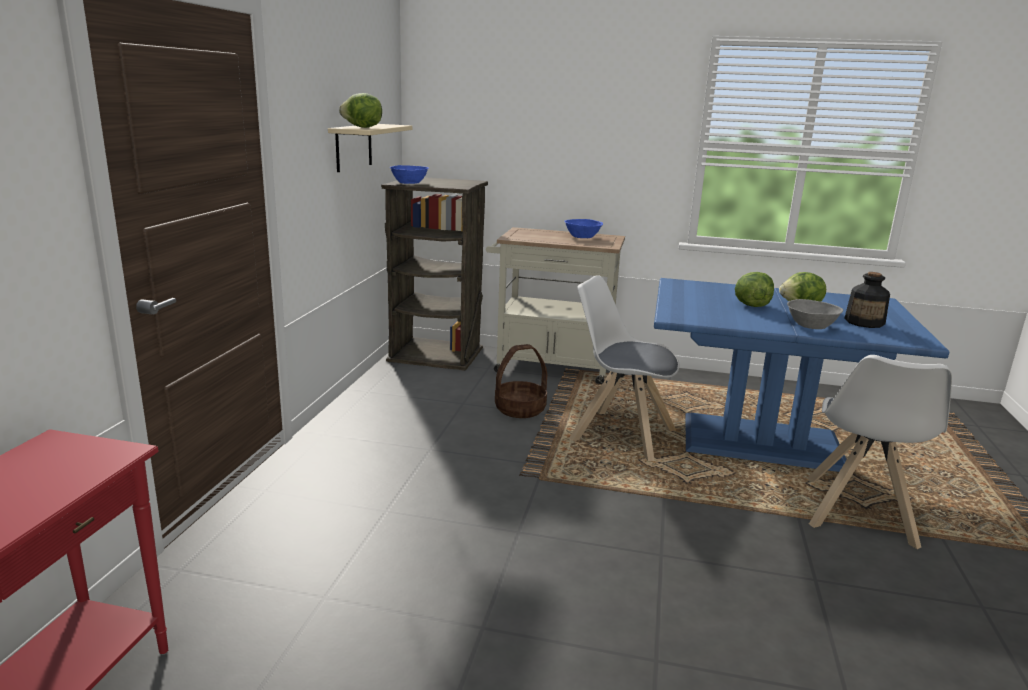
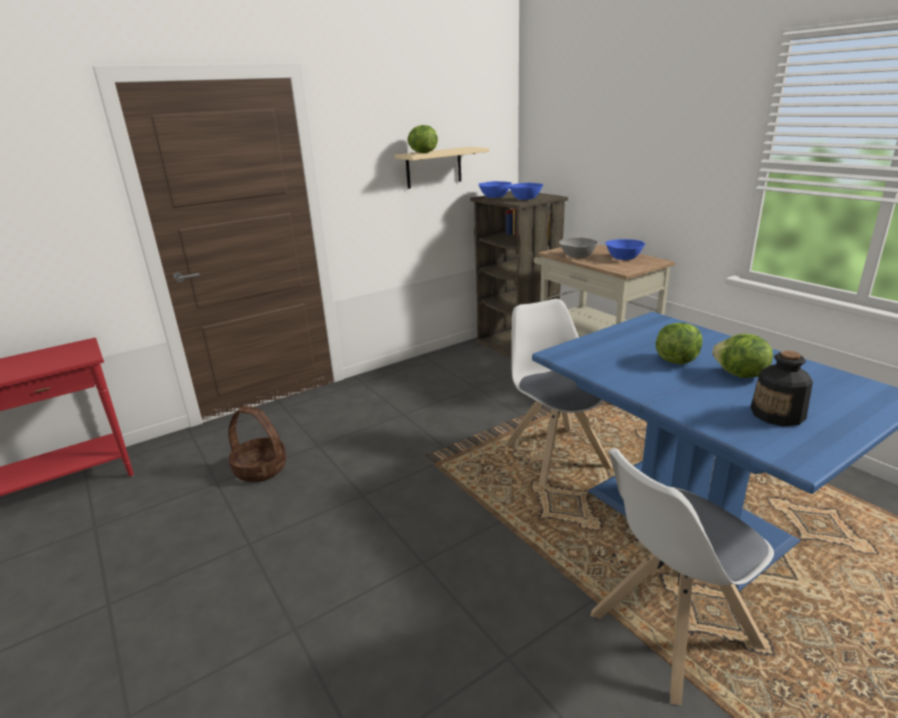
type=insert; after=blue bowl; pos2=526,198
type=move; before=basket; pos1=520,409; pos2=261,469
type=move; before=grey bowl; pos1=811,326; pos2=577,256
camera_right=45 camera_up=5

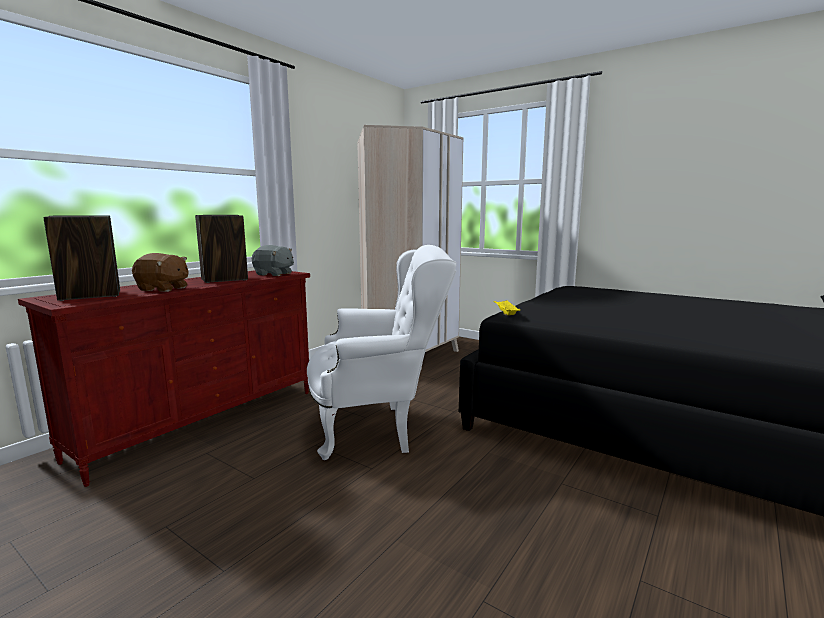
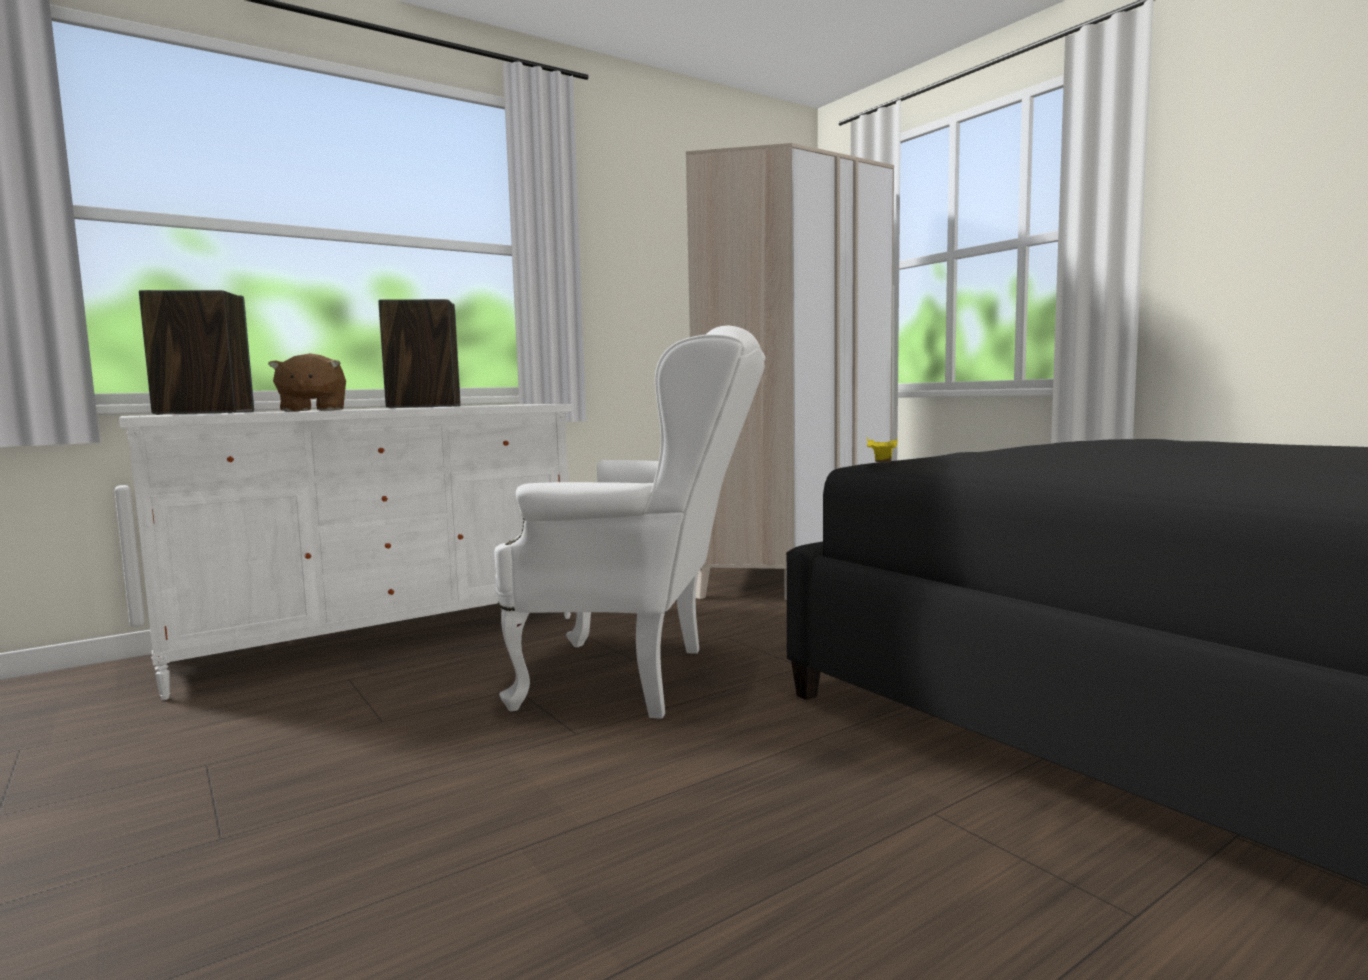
type=delete; before=grey plush toy; pos1=274,274
type=recolor; before=red dresser; after=white dresser; pos1=203,423; pos2=382,641
type=rotate; before=brown plush toy; pos1=163,289; pos2=312,410; turn=45
camera_right=20 camera_up=-5

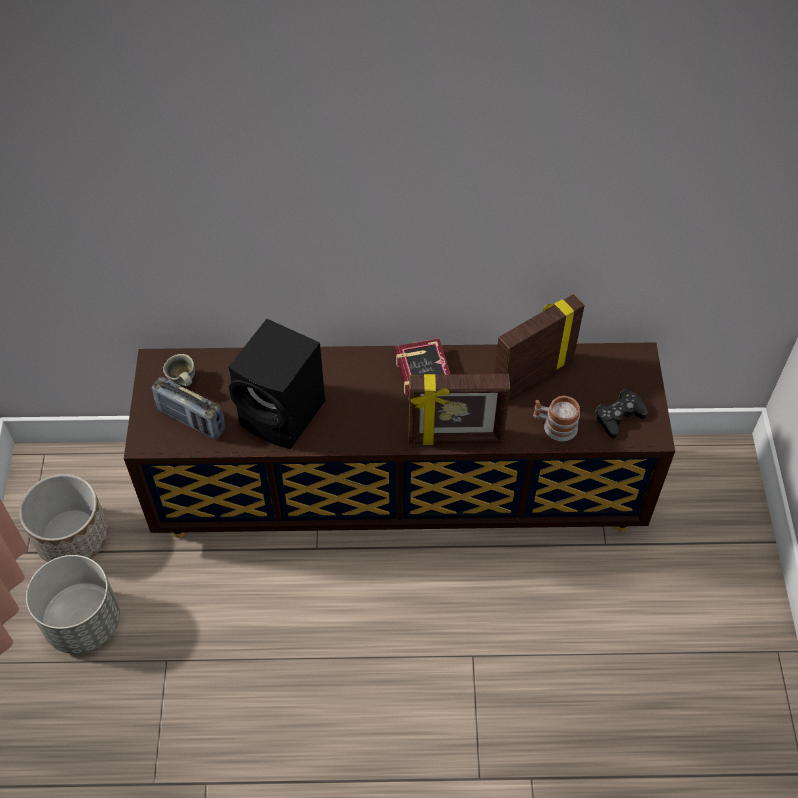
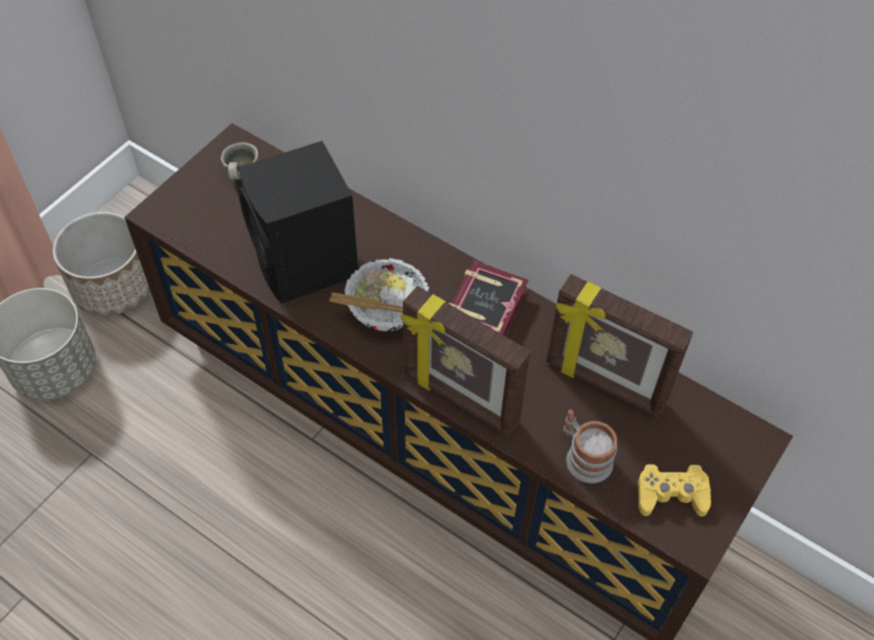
type=delete; before=radio; pos1=191,420
type=insert; after=bowl; pos2=387,312
type=recolor; before=black game controller; after=yellow game controller; pos1=619,417; pos2=671,494
type=rotate; before=picture frame; pos1=531,376; pos2=604,384; turn=-150
camera_right=35 camera_up=0

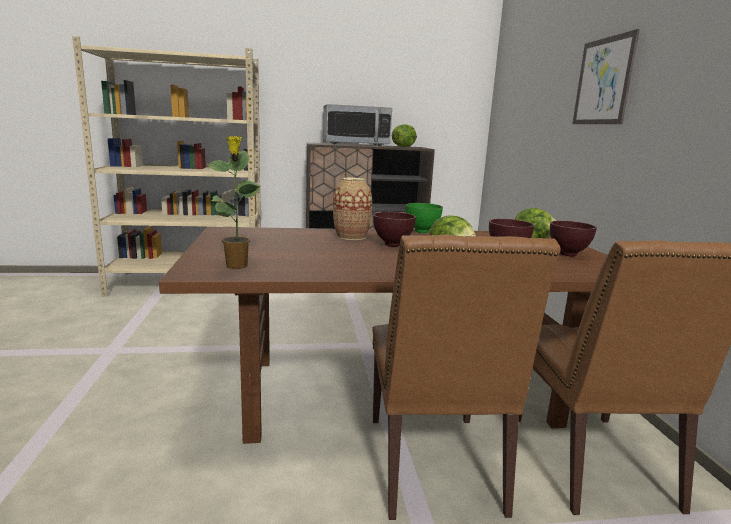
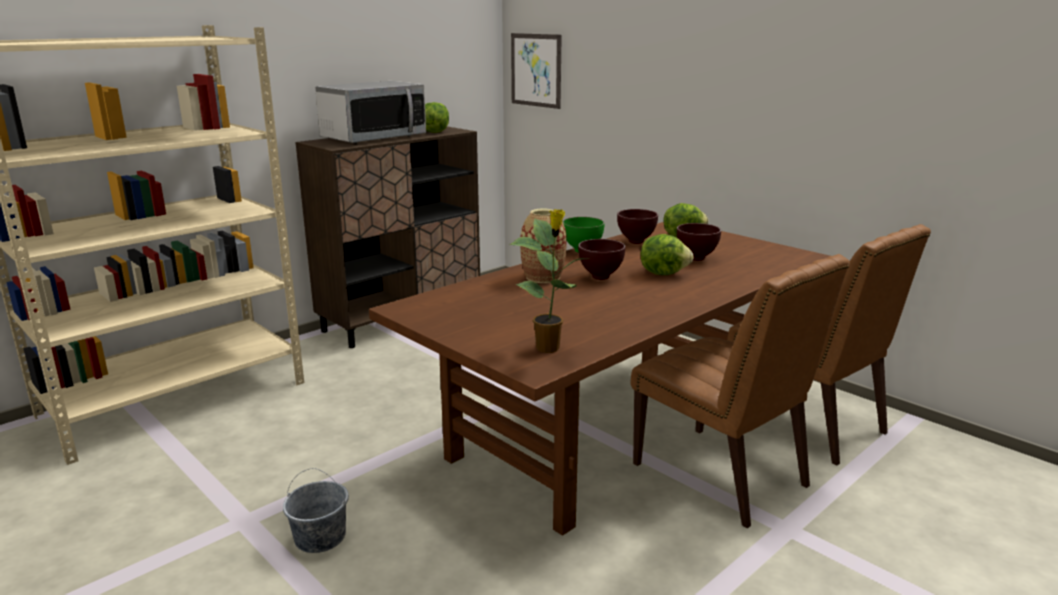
type=insert; after=grey bucket; pos2=319,537
type=move; before=brown bowl; pos1=567,254; pos2=635,242
type=move; before=picture; pos1=603,81; pos2=536,70
camera_right=-35 camera_up=5

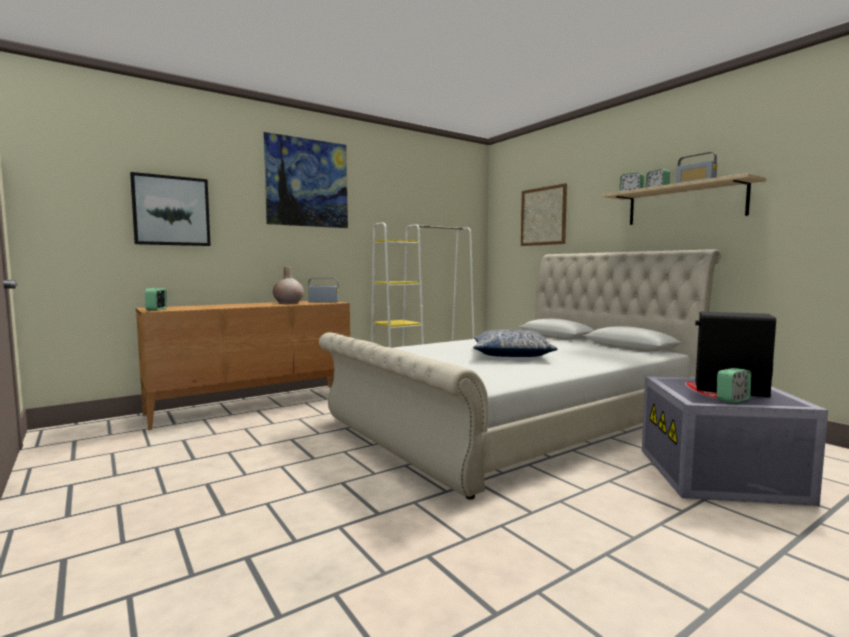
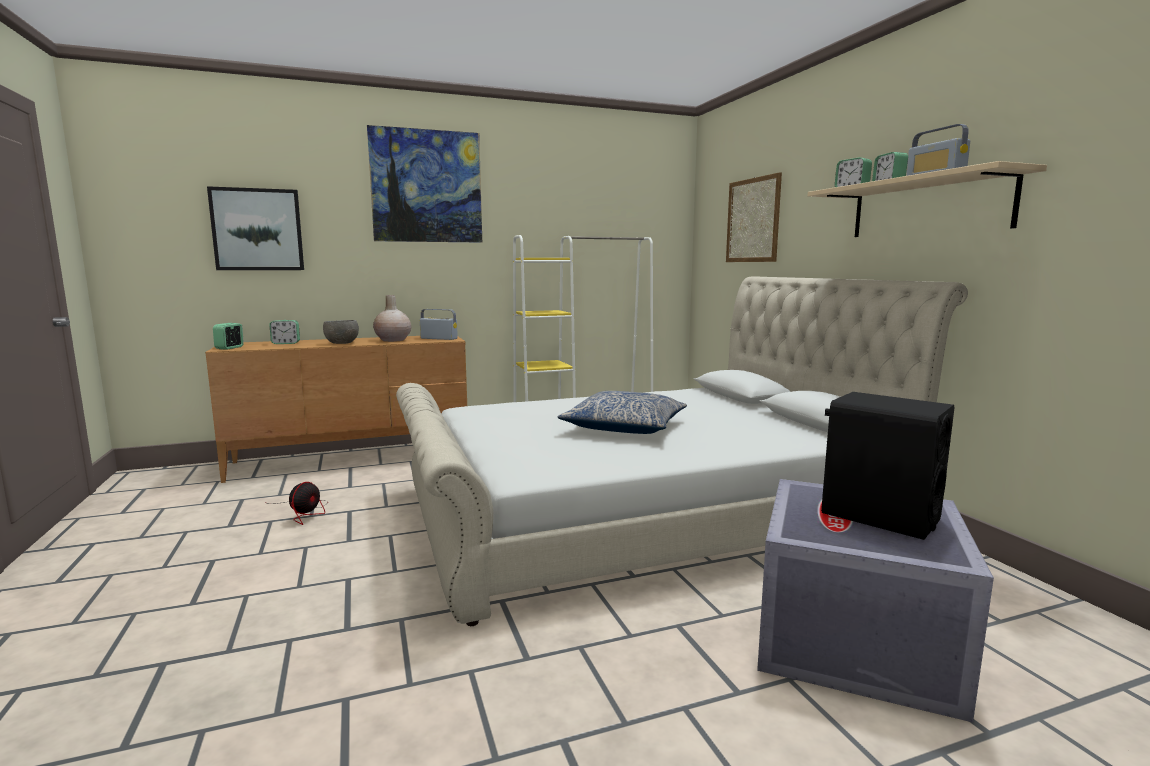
type=insert; after=fan; pos2=305,513
type=insert; after=grey bowl; pos2=342,343
type=move; before=alarm clock; pos1=732,400; pos2=286,343
camera_right=15 camera_up=5

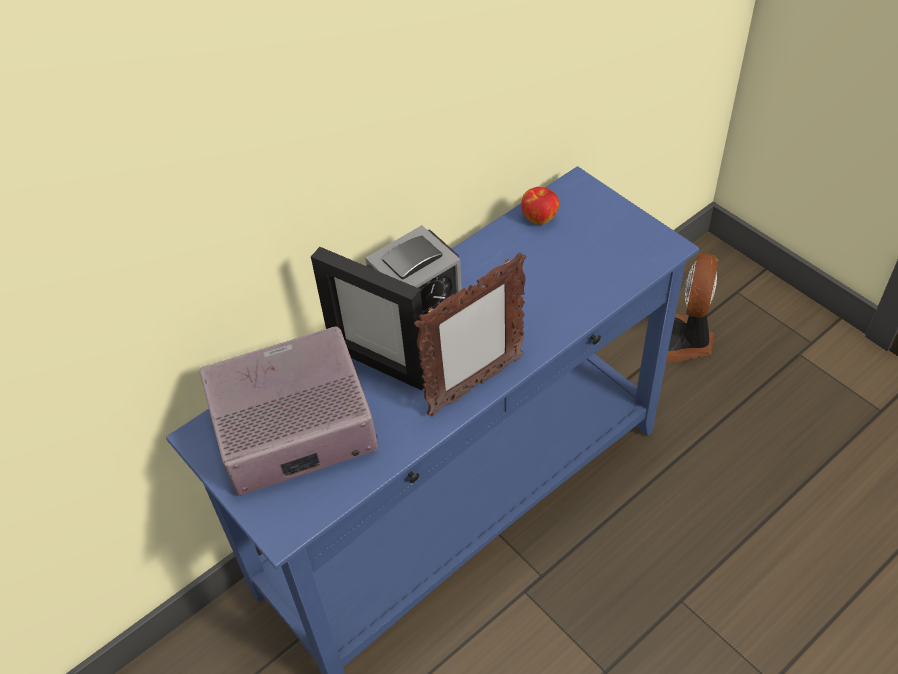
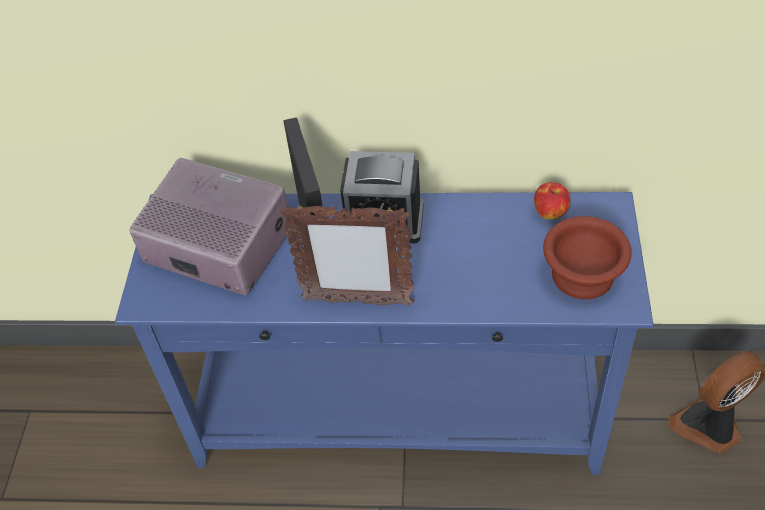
type=insert; after=brown bowl; pos2=584,277
camera_right=45 camera_up=0

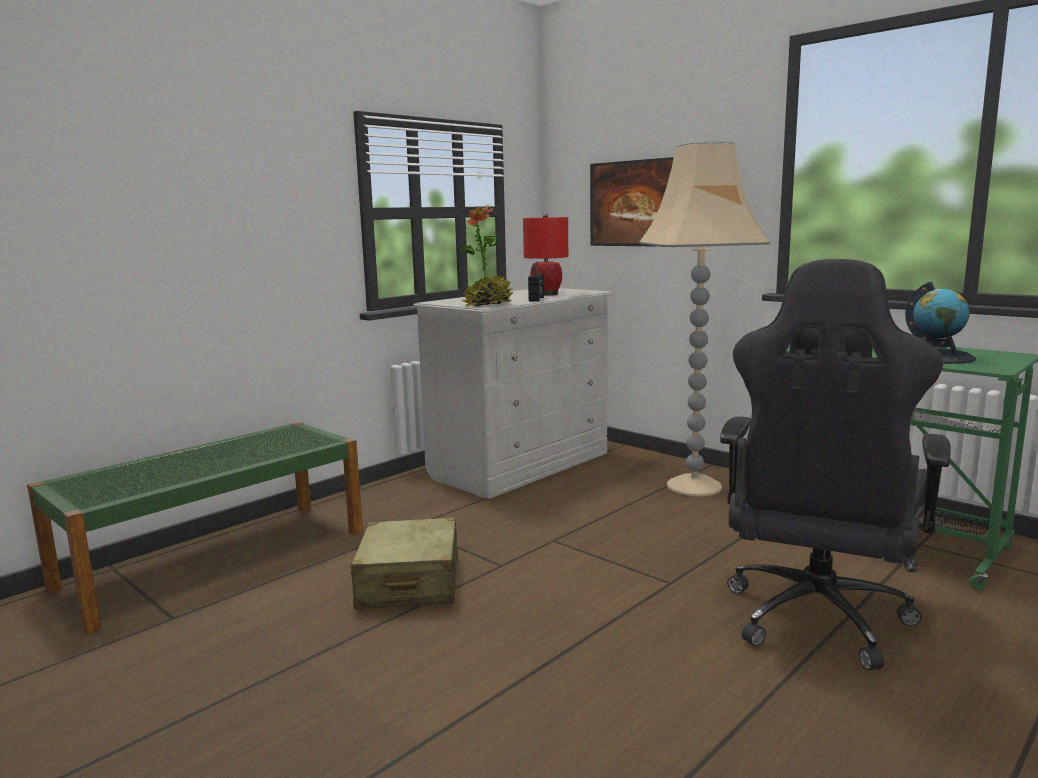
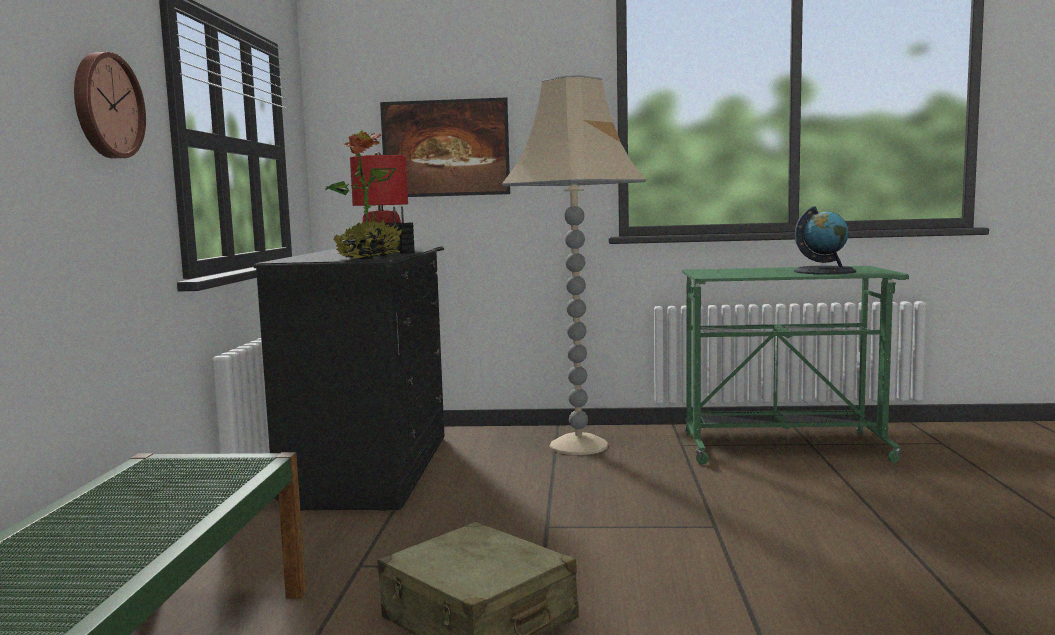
type=delete; before=black office chair; pos1=816,612
type=insert; after=wall clock; pos2=105,106
type=recolor; before=white dresser; after=black dresser; pos1=522,466; pos2=373,469
camera_right=-40 camera_up=-5

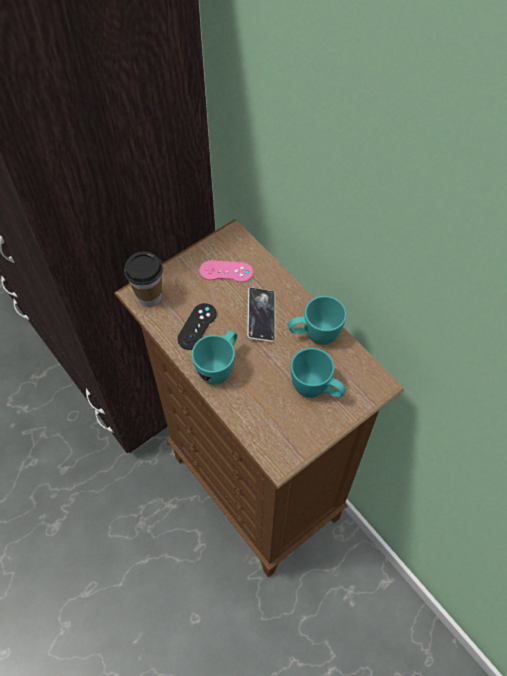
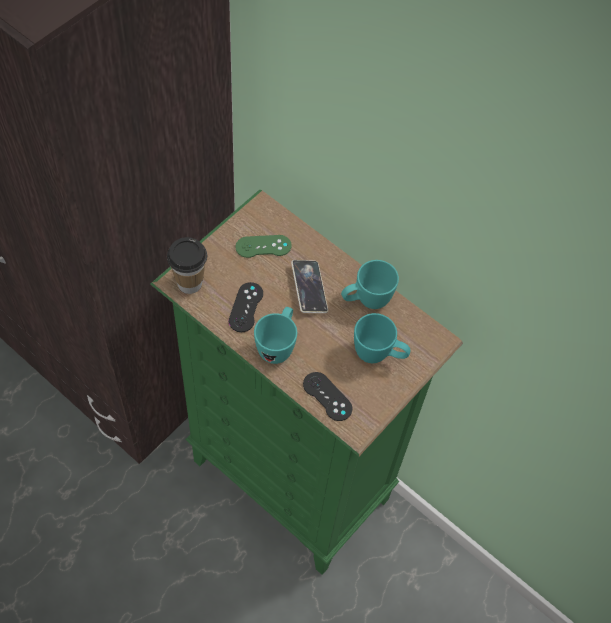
type=insert; after=black game controller; pos2=327,396
type=recolor; before=brown dresser; after=green dresser; pos1=255,492; pos2=291,485
type=recolor; before=pink game controller; after=green game controller; pos1=226,271; pos2=263,246
camera_right=-15 camera_up=0

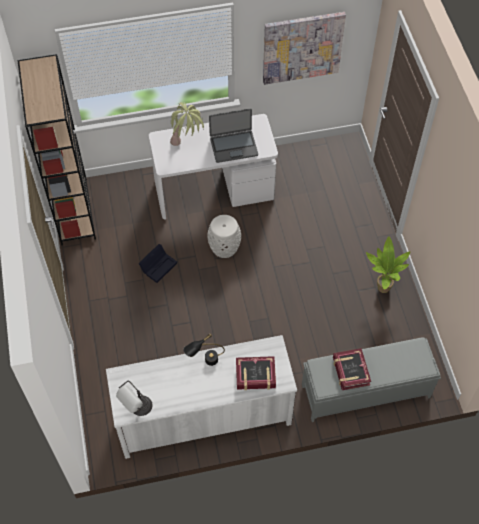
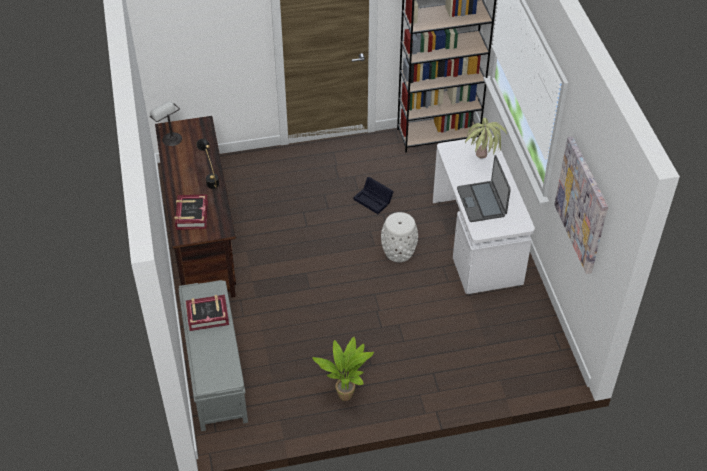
type=recolor; before=white dresser; after=brown dresser; pos1=203,417; pos2=201,237
camera_right=90 camera_up=-10

